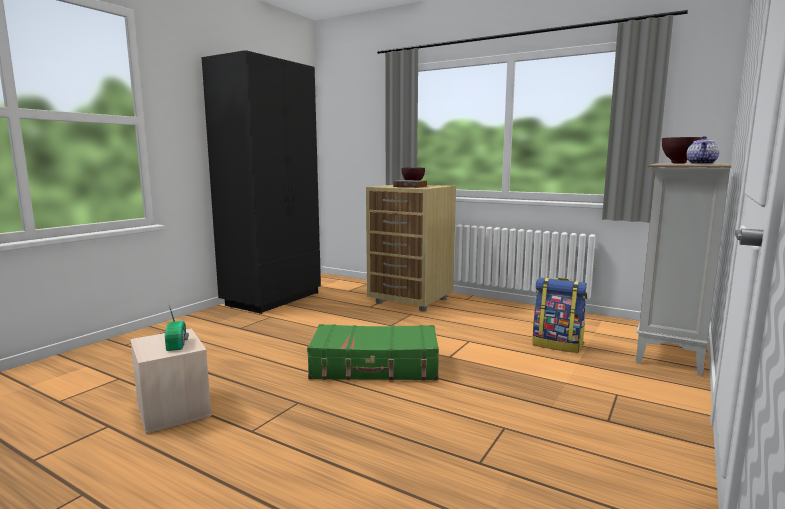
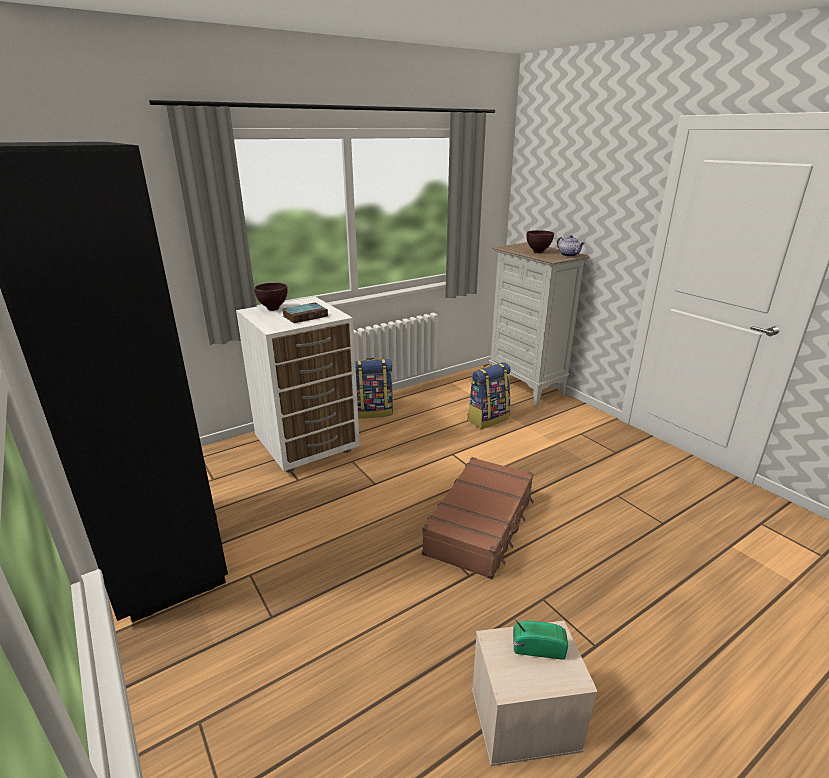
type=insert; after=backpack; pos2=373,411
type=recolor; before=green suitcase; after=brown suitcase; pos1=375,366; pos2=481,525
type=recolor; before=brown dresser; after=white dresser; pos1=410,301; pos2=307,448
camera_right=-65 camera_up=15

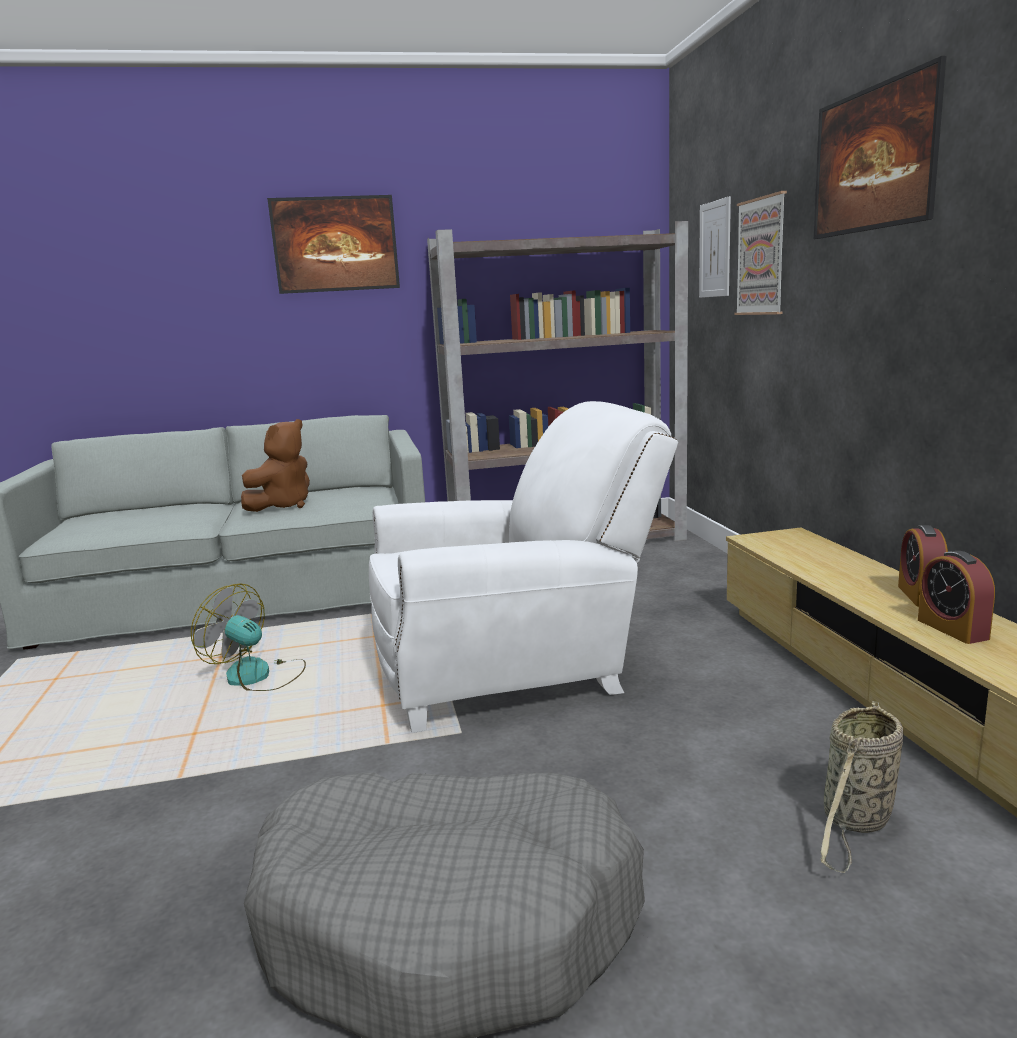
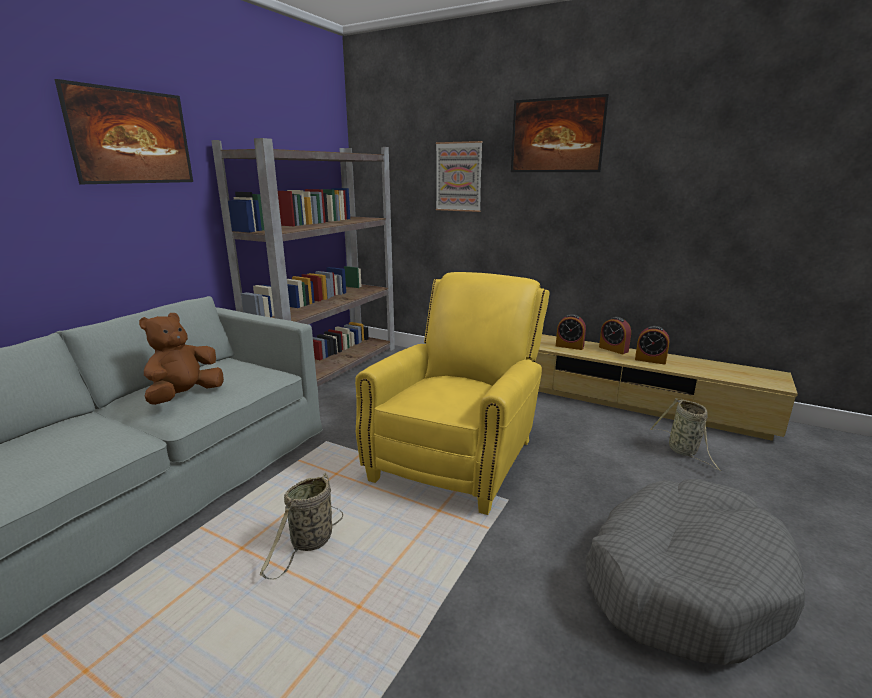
type=delete; before=picture; pos1=715,249
type=insert; after=alarm clock; pos2=569,346
type=replace; before=fan; after=basket; pos1=258,676; pos2=310,543
type=recolor; before=white armchair; after=yellow armchair; pos1=516,668; pos2=459,452
type=rotate; before=brown plush toy; pos1=283,506; pos2=185,396; turn=-135
camera_right=-50 camera_up=5

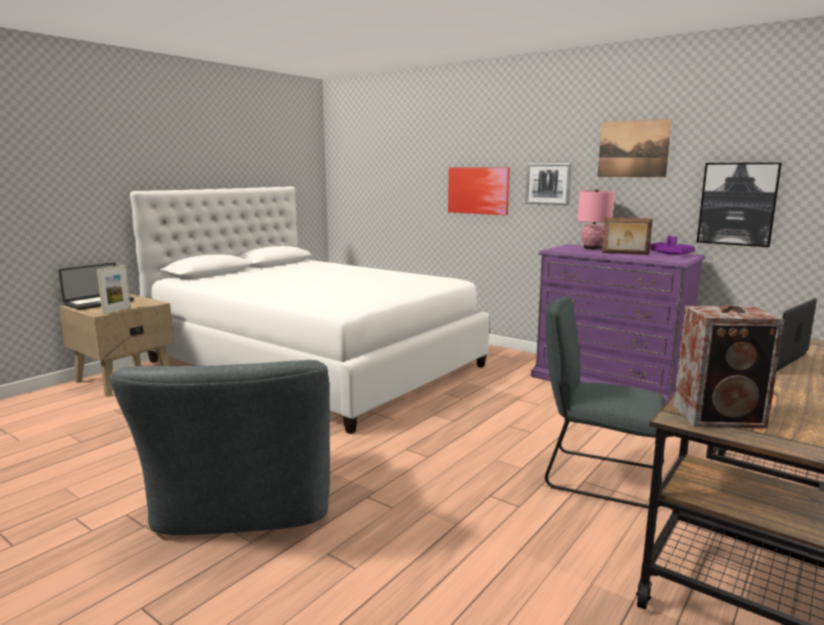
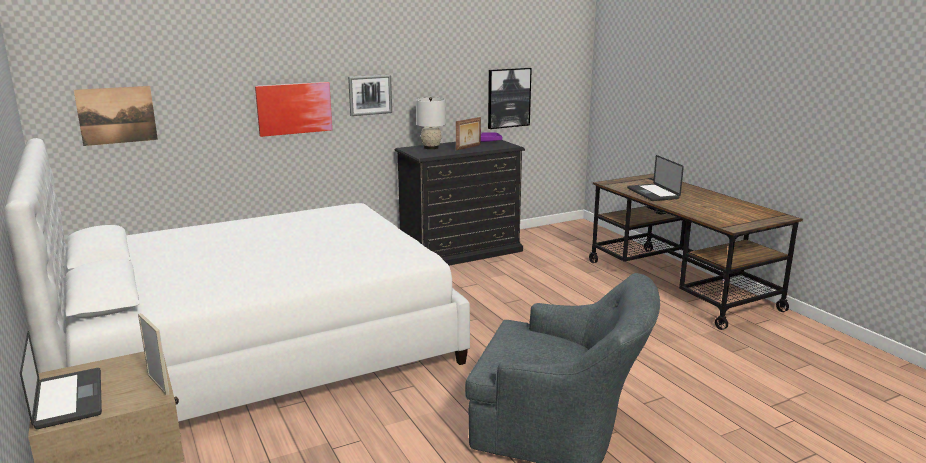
type=delete; before=grey chair; pos1=598,476
type=delete; before=speaker; pos1=721,417
type=move; before=picture; pos1=633,149; pos2=117,115
type=recolor; before=purple dresser; after=black dresser; pos1=610,381; pos2=460,251
type=recolor; before=pink table lamp; after=white table lamp; pos1=592,248; pos2=431,147
camera_right=-65 camera_up=5

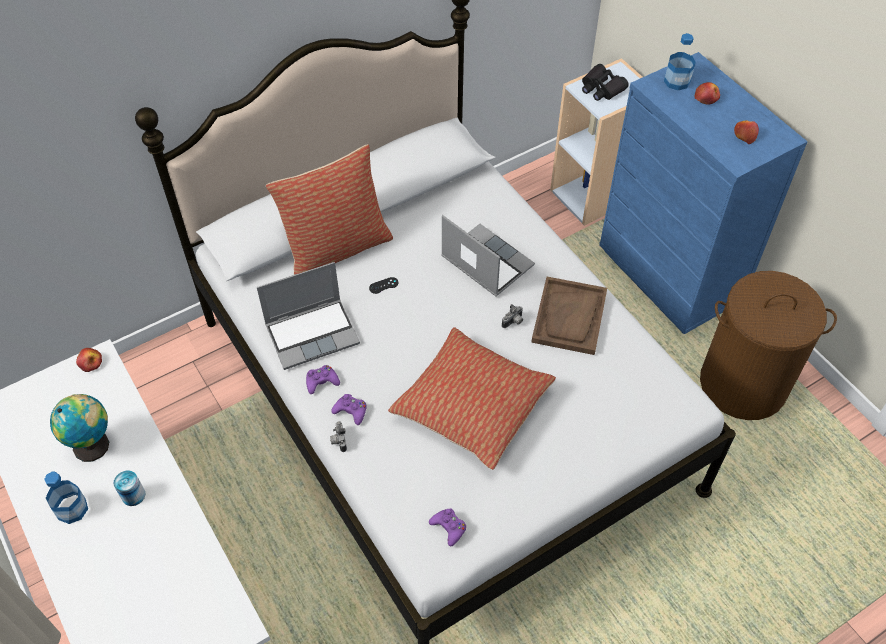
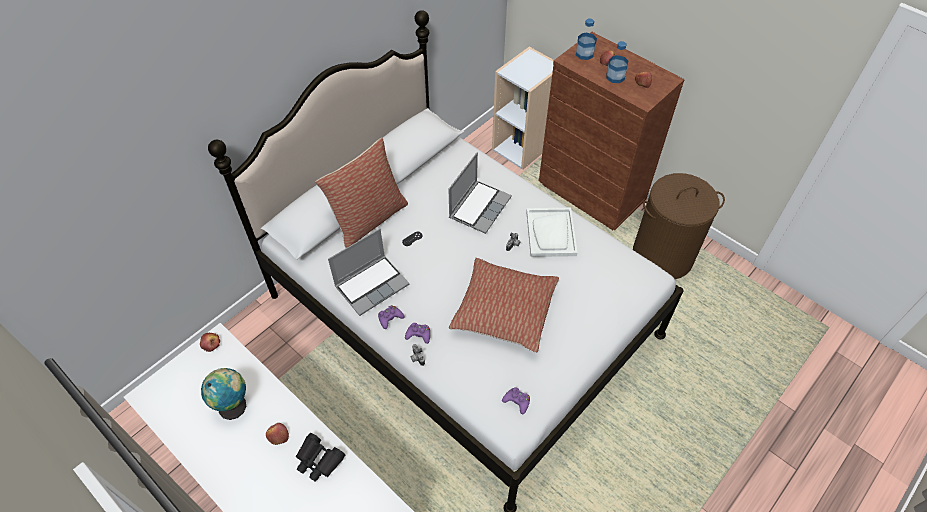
type=move; before=bottle; pos1=72,509; pos2=615,77
type=move; before=black binoculars; pos1=601,88; pos2=318,460
type=replace; before=can; after=apple; pos1=133,495; pos2=278,435
type=recolor; before=brown tray; after=white tray; pos1=569,317; pos2=551,233
type=recolor; before=blue dresser; after=brown dresser; pos1=669,278; pos2=592,194
type=rotate; before=laptop; pos1=485,262; pos2=479,207; turn=90
camera_right=-15 camera_up=0

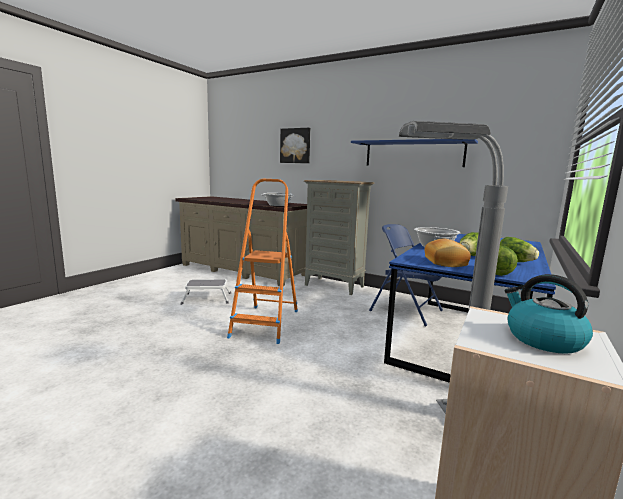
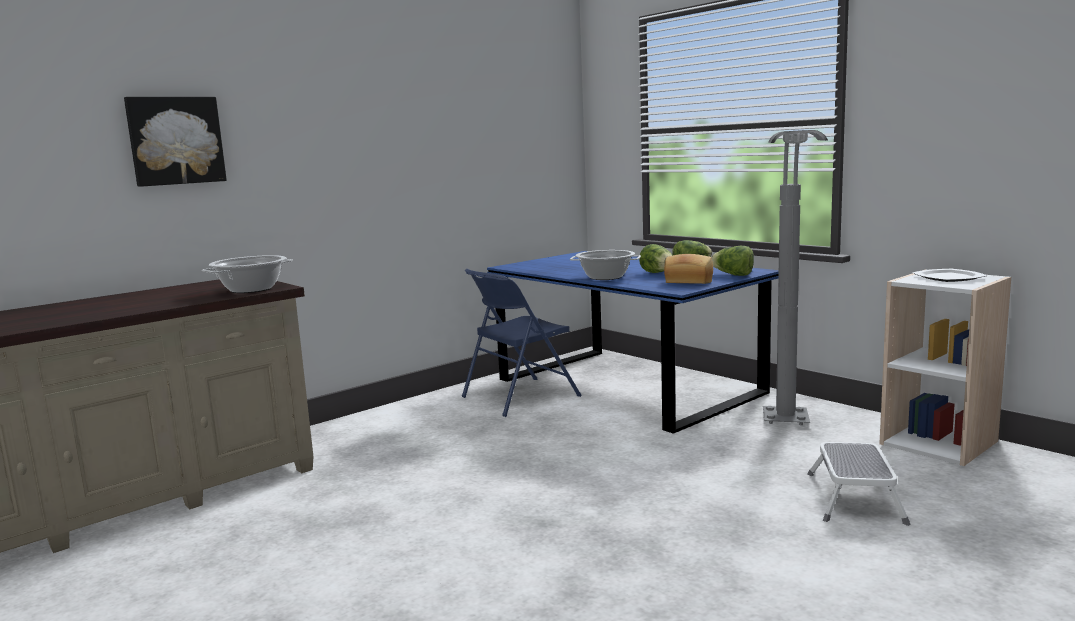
type=delete; before=orange step ladder; pos1=265,323
type=delete; before=grey dresser; pos1=334,286
type=delete; before=blue shelf; pos1=413,154
type=move; before=grey step ladder; pos1=207,298; pos2=854,497
type=replace; before=kettle; after=plate; pos1=542,339; pos2=949,277
camera_right=-70 camera_up=0

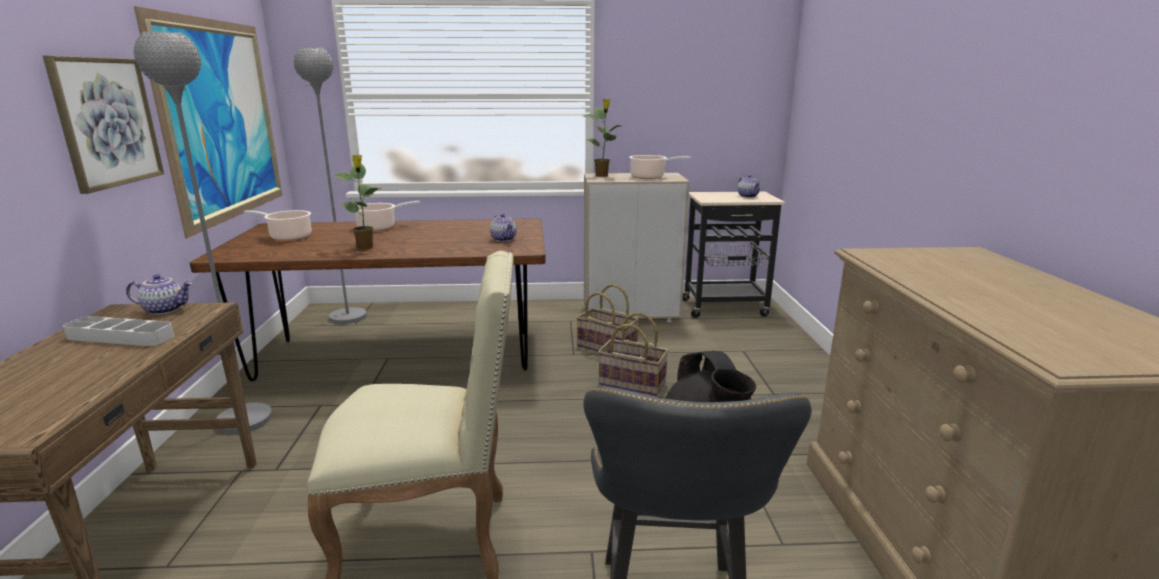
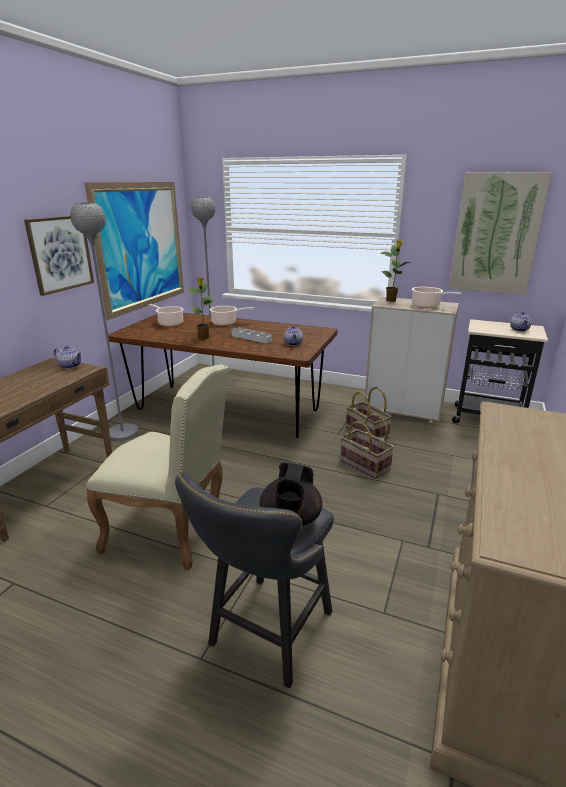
type=insert; after=picture; pos2=496,234
type=move; before=grey tray; pos1=120,337; pos2=251,338
camera_right=25 camera_up=5

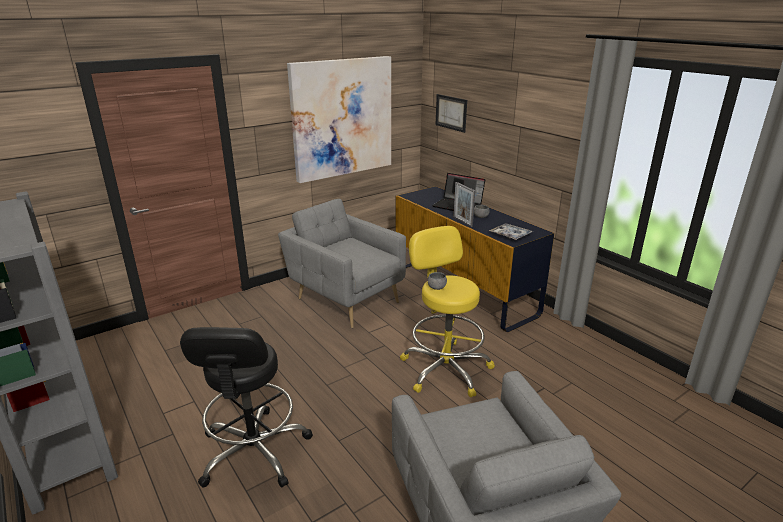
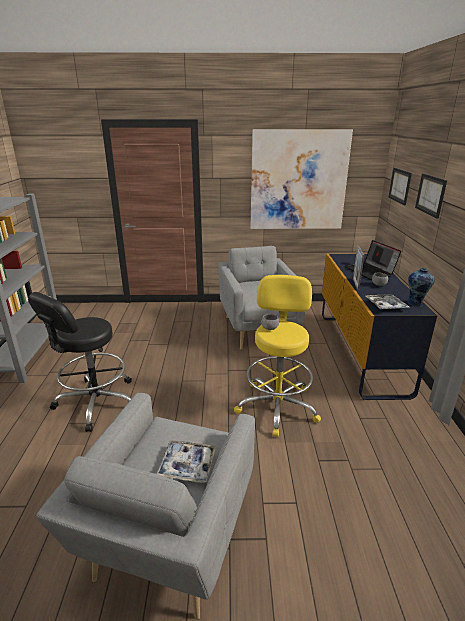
type=insert; after=tray; pos2=187,465
type=insert; after=vase; pos2=416,303
type=insert; after=picture; pos2=430,195
camera_right=35 camera_up=0

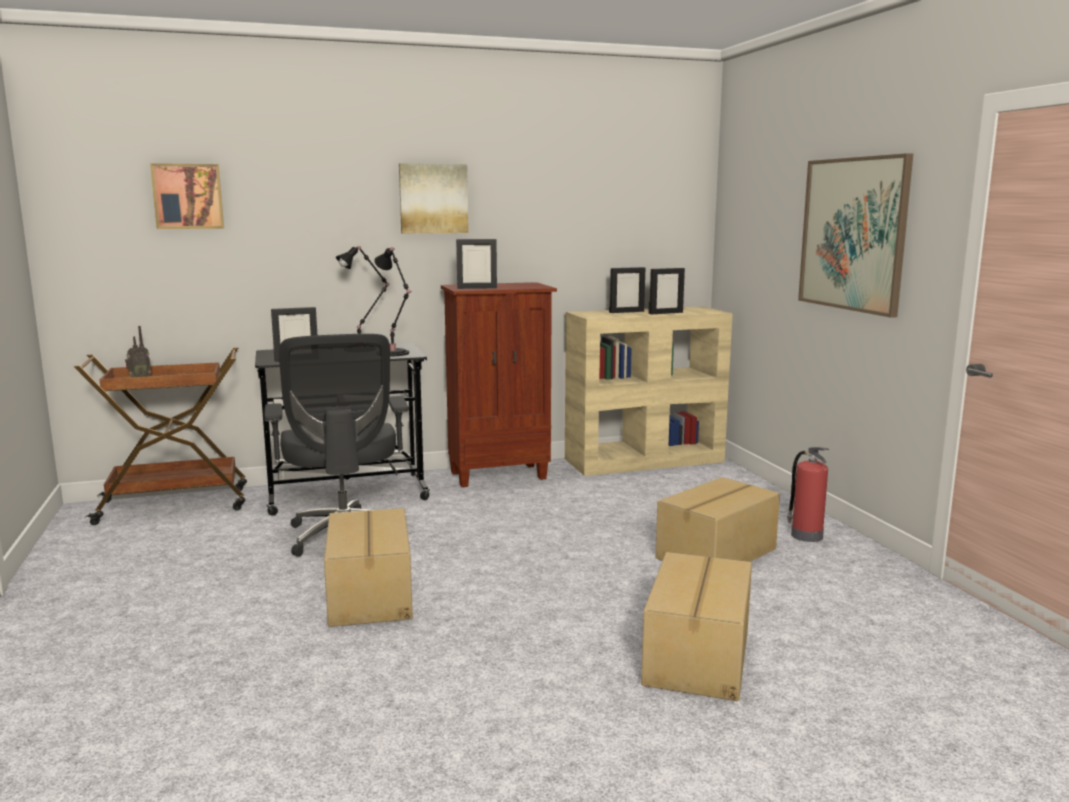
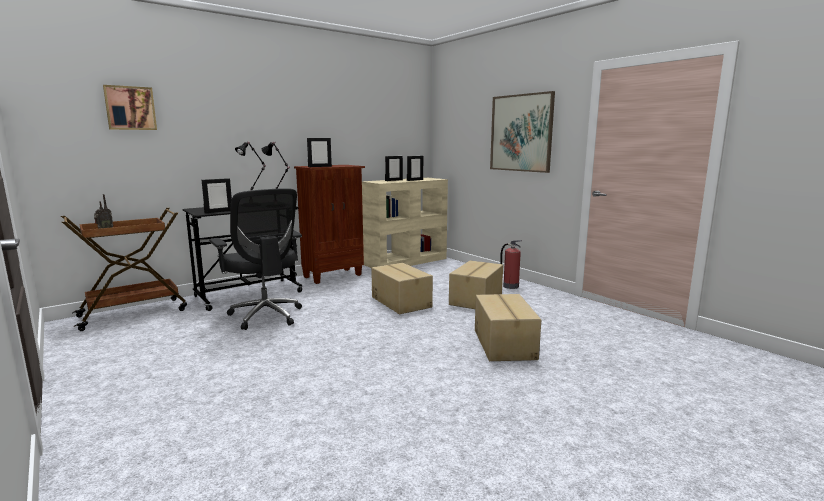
type=delete; before=picture; pos1=433,198
type=move; before=cardboard box; pos1=372,594; pos2=401,302
camera_right=-20 camera_up=0

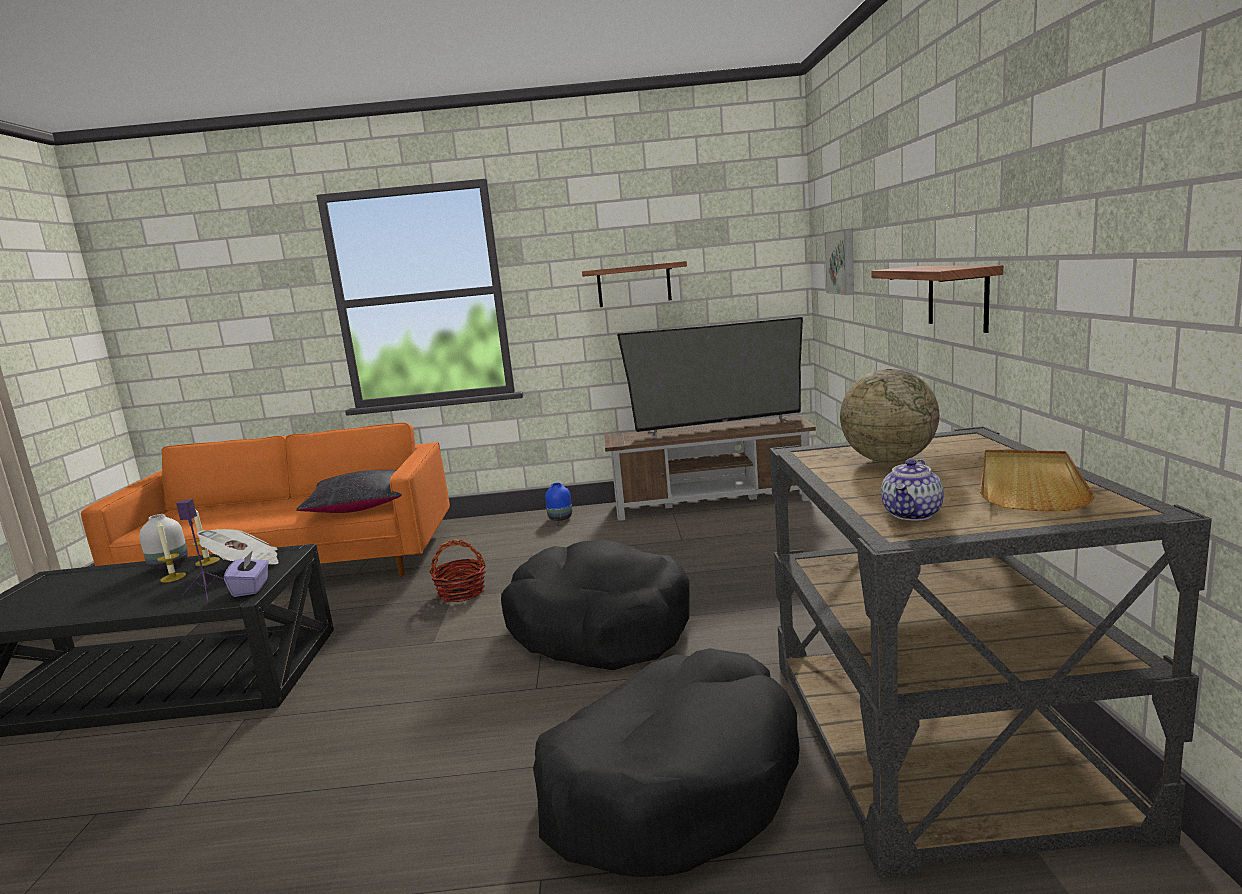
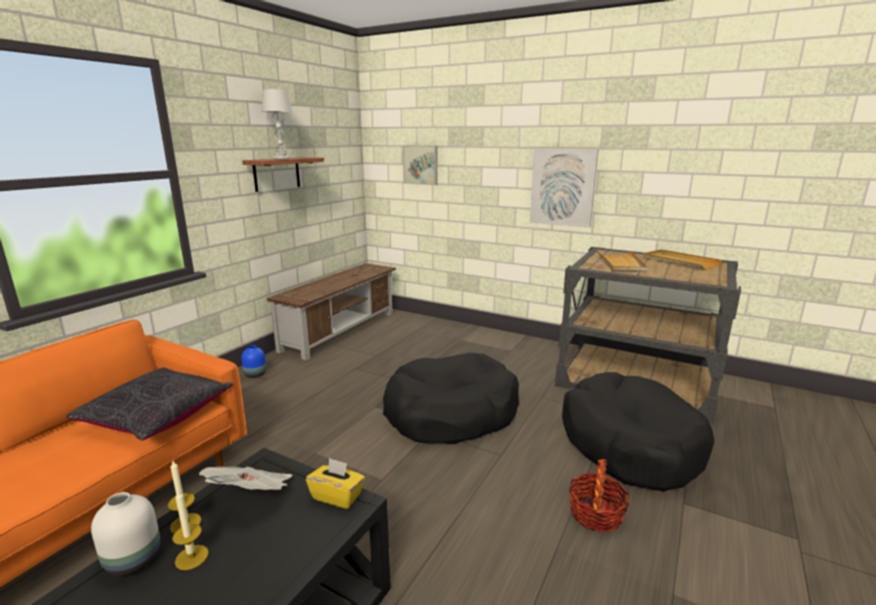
type=delete; before=purple speaker; pos1=208,592
type=delete; before=television; pos1=718,428
type=delete; before=teapot; pos1=912,514
type=insert; after=white table lamp; pos2=281,158
type=move; before=basket; pos1=461,592; pos2=596,514
type=replace; before=globe; after=beige tray; pos1=888,460; pos2=620,263
type=replace; before=shelf; after=picture; pos1=957,296; pos2=563,187
type=recolor; before=purple tissue box; after=yellow tissue box; pos1=251,588; pos2=337,496
camera_right=-60 camera_up=5

